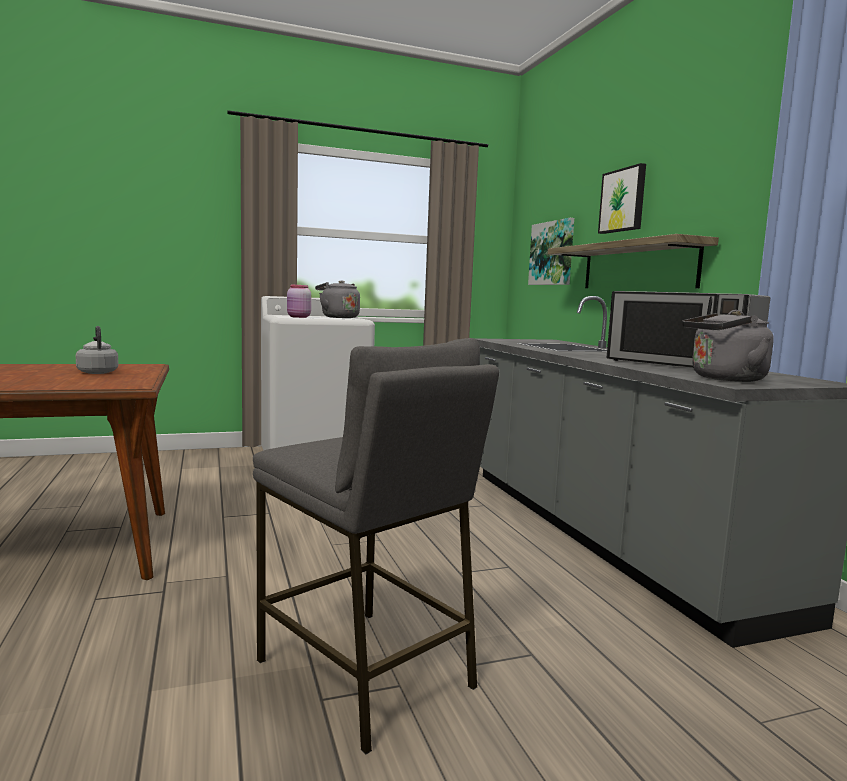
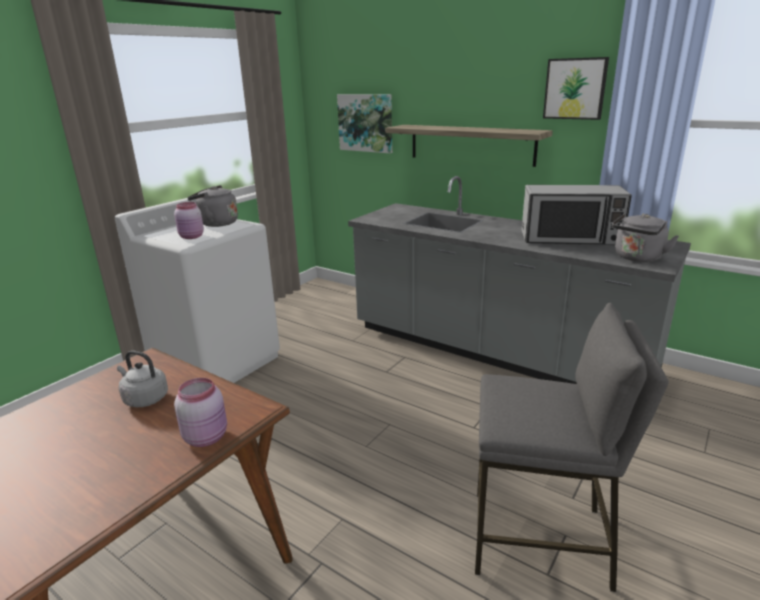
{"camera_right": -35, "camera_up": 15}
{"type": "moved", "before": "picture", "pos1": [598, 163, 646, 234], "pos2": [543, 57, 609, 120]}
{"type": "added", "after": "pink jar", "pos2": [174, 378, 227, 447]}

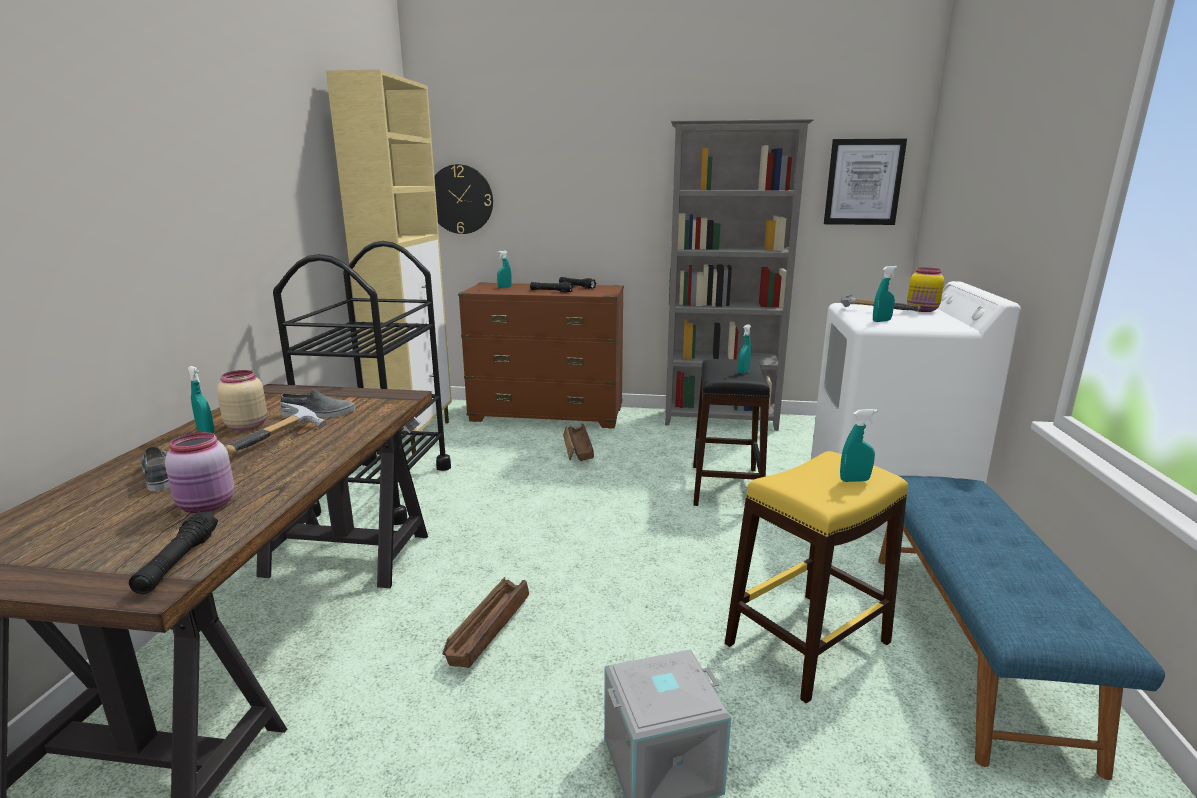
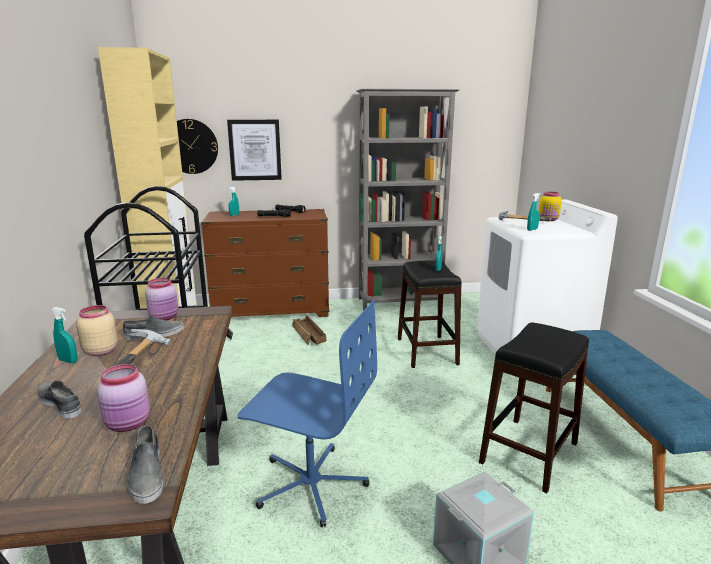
{"camera_right": -15, "camera_up": 0}
{"type": "replaced", "before": "black flashlight", "after": "grey shoe", "pos1": [129, 511, 218, 594], "pos2": [127, 425, 163, 504]}
{"type": "replaced", "before": "crate", "after": "blue office chair", "pos1": [442, 577, 529, 668], "pos2": [237, 300, 377, 527]}
{"type": "recoloured", "before": "yellow stool", "after": "black stool", "pos1": [725, 451, 908, 704], "pos2": [479, 323, 589, 493]}
{"type": "moved", "before": "picture", "pos1": [824, 139, 907, 225], "pos2": [227, 120, 282, 181]}
{"type": "removed", "before": "turquoise spray bottle", "pos1": [840, 409, 878, 482]}
{"type": "added", "after": "pink jar", "pos2": [145, 278, 178, 321]}

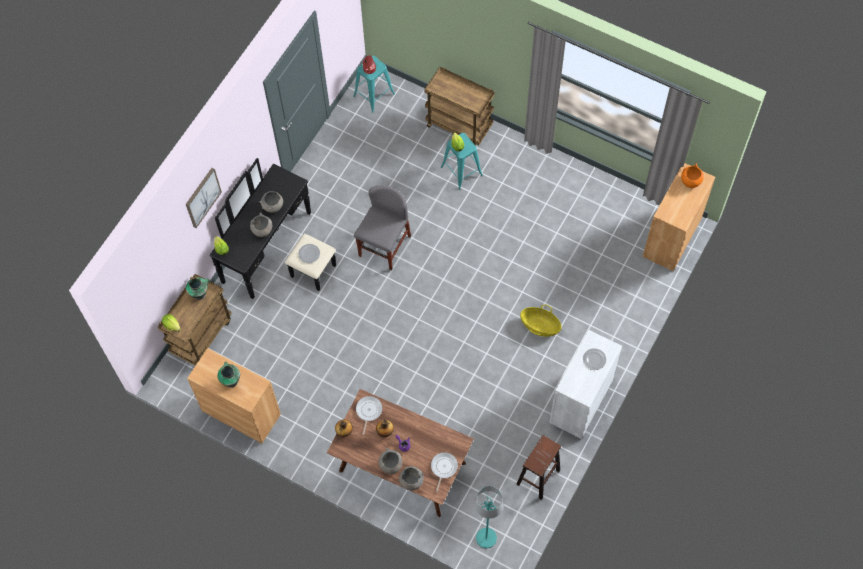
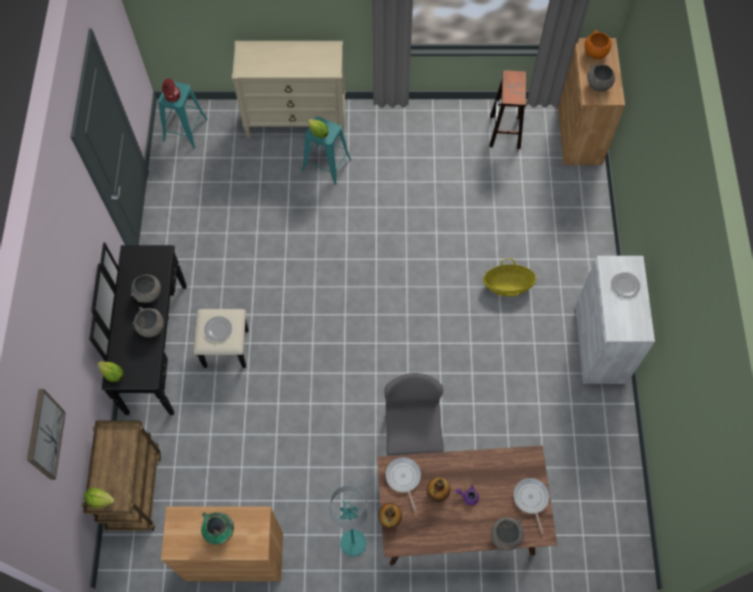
{"camera_right": -30, "camera_up": 0}
{"type": "moved", "before": "picture", "pos1": [186, 168, 222, 228], "pos2": [27, 389, 66, 480]}
{"type": "removed", "before": "vase", "pos1": [186, 277, 210, 300]}
{"type": "moved", "before": "grey chair", "pos1": [354, 186, 411, 270], "pos2": [384, 373, 444, 456]}
{"type": "moved", "before": "grey bowl", "pos1": [379, 448, 402, 474], "pos2": [587, 64, 615, 91]}
{"type": "replaced", "before": "brown cart", "after": "beige dresser", "pos1": [425, 67, 495, 146], "pos2": [232, 41, 345, 137]}
{"type": "moved", "before": "turquoise floor lamp", "pos1": [475, 486, 503, 548], "pos2": [329, 486, 368, 557]}
{"type": "moved", "before": "brown stool", "pos1": [516, 435, 561, 500], "pos2": [489, 70, 526, 149]}

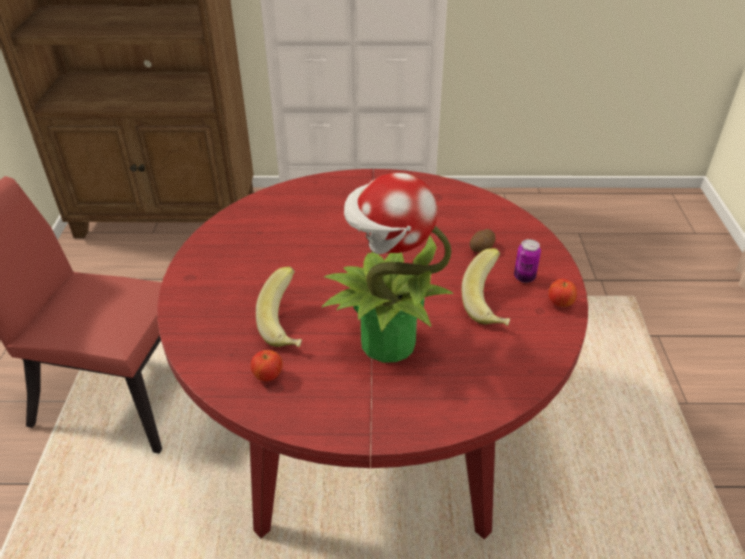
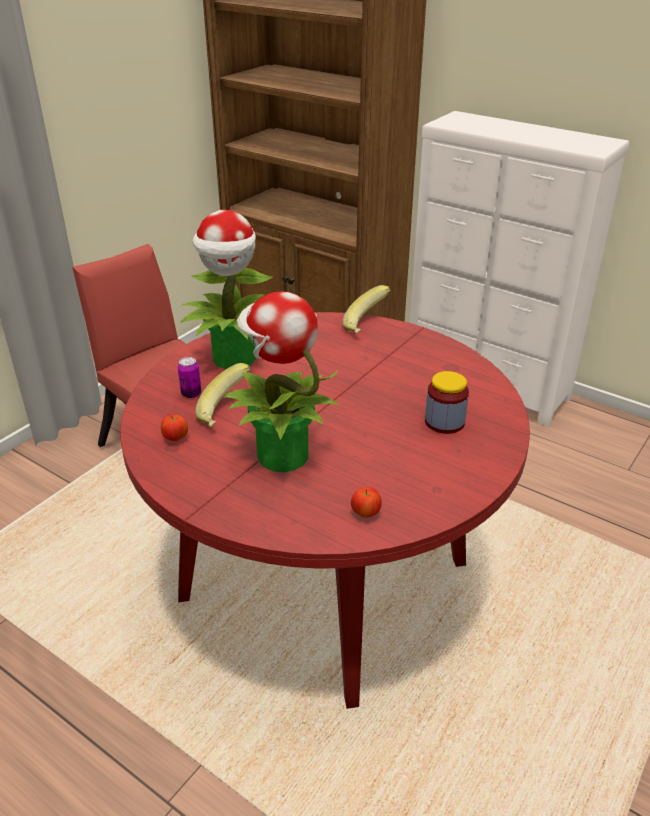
{"camera_right": 35, "camera_up": -5}
{"type": "moved", "before": "banana", "pos1": [462, 248, 510, 326], "pos2": [343, 285, 390, 333]}
{"type": "replaced", "before": "potato", "after": "jar", "pos1": [470, 229, 495, 252], "pos2": [425, 371, 469, 434]}
{"type": "moved", "before": "can", "pos1": [514, 239, 541, 283], "pos2": [178, 357, 201, 398]}
{"type": "moved", "before": "apple", "pos1": [548, 279, 577, 307], "pos2": [351, 487, 382, 518]}
{"type": "added", "after": "potted plant", "pos2": [180, 210, 273, 369]}

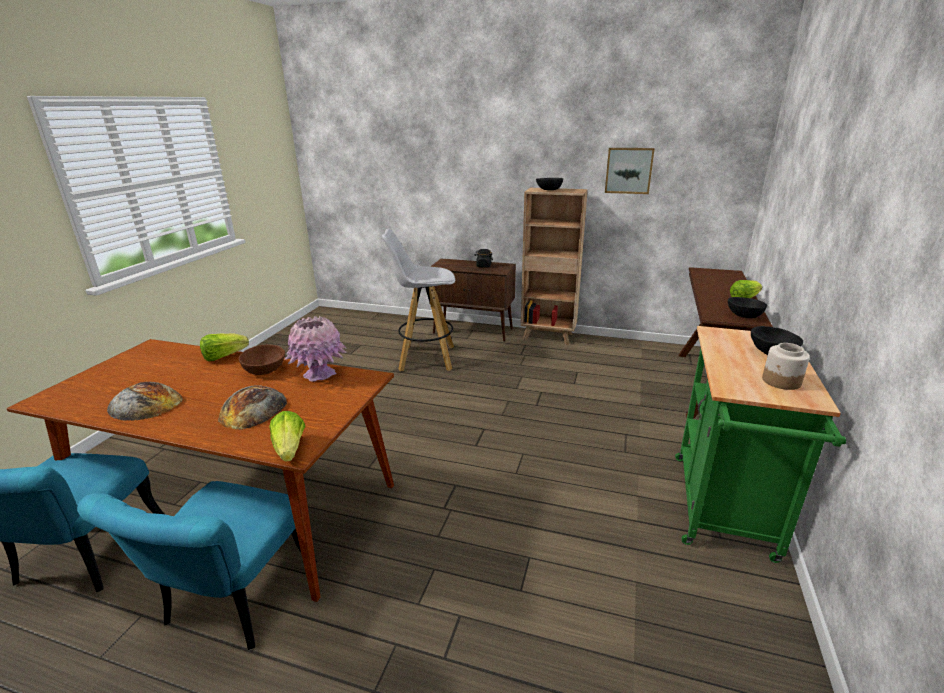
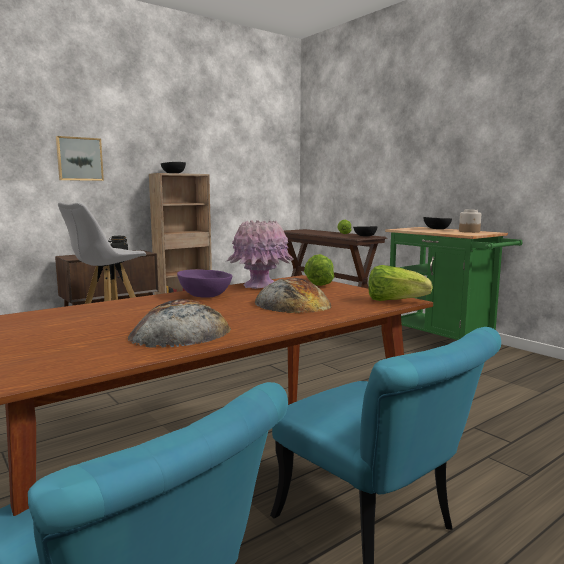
{"camera_right": -55, "camera_up": -15}
{"type": "moved", "before": "lettuce", "pos1": [200, 333, 249, 361], "pos2": [304, 254, 334, 286]}
{"type": "recoloured", "before": "brown bowl", "after": "purple bowl", "pos1": [239, 345, 285, 375], "pos2": [177, 269, 232, 298]}
{"type": "moved", "before": "picture", "pos1": [605, 148, 655, 194], "pos2": [56, 136, 104, 181]}

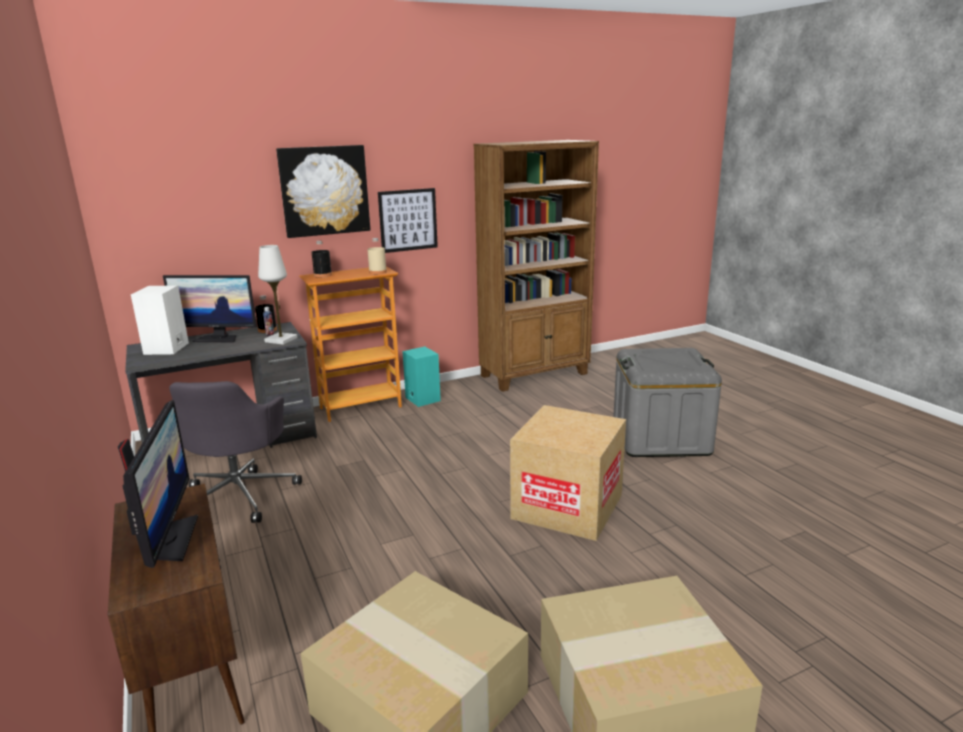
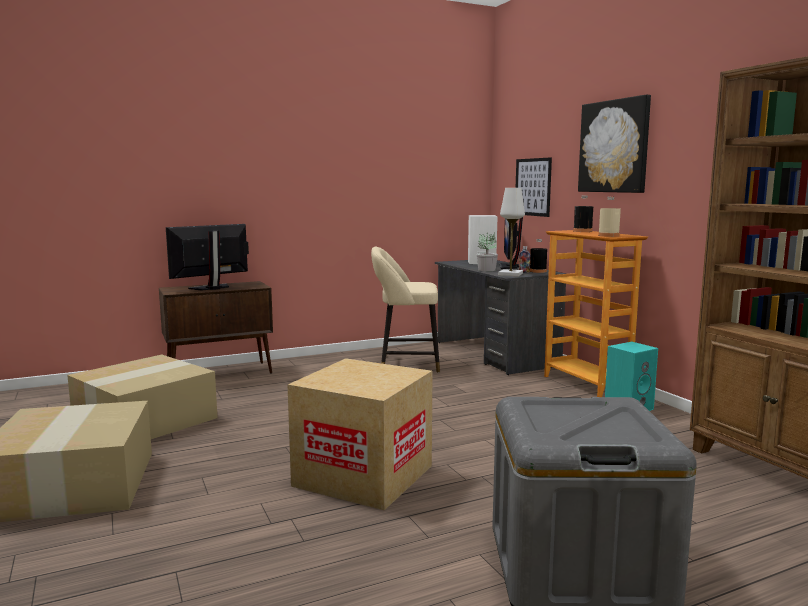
{"camera_right": 90, "camera_up": -10}
{"type": "turned", "before": "monitor", "pos1": [118, 400, 198, 568], "pos2": [166, 224, 249, 291], "turn": 150}
{"type": "replaced", "before": "grey office chair", "after": "beige stool", "pos1": [169, 381, 302, 523], "pos2": [371, 247, 440, 373]}
{"type": "moved", "before": "picture", "pos1": [378, 188, 438, 253], "pos2": [516, 157, 552, 217]}
{"type": "added", "after": "potted plant", "pos2": [477, 233, 498, 271]}

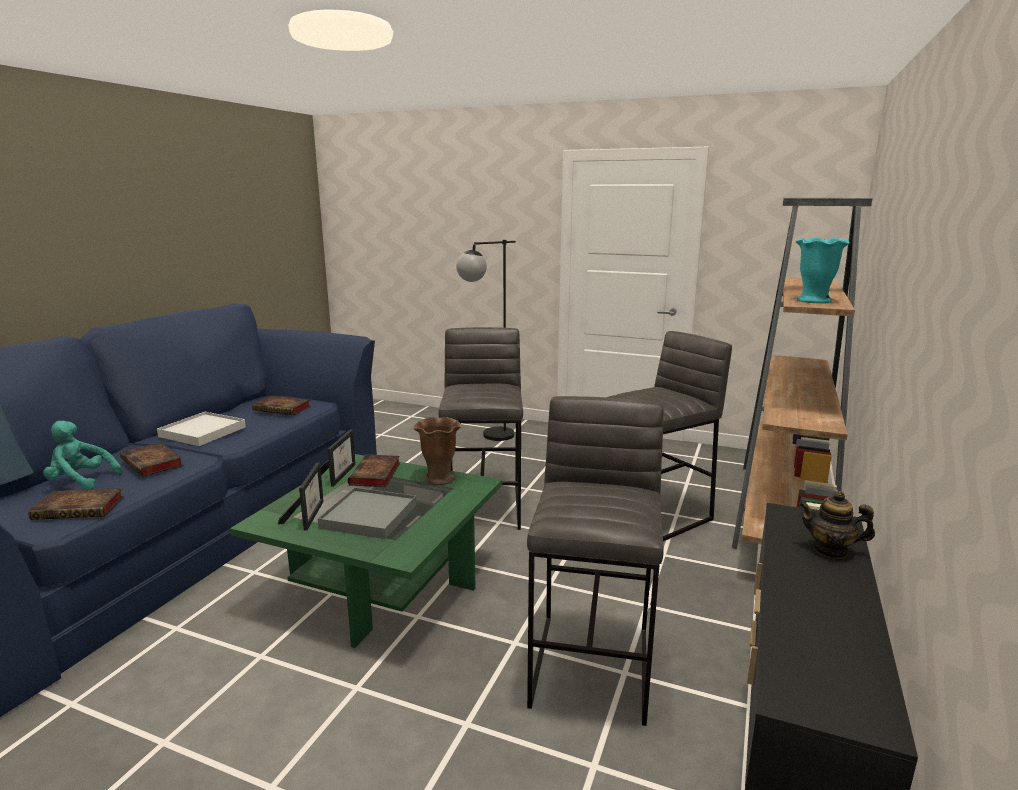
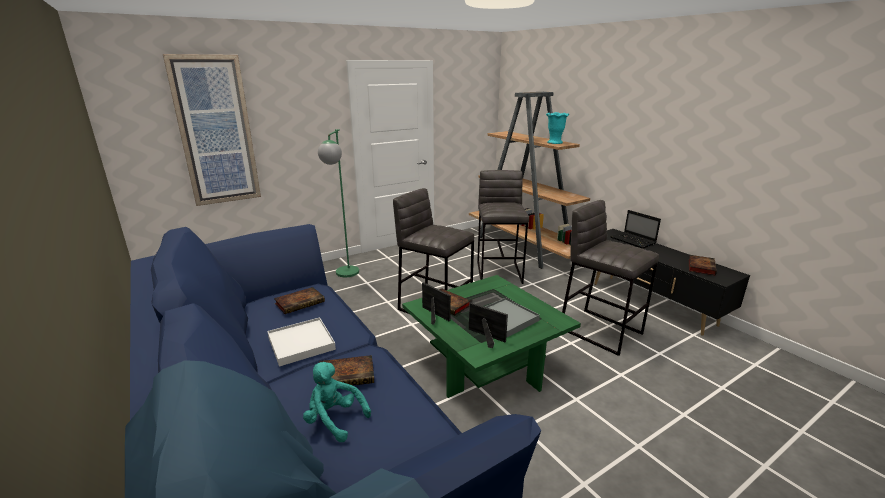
{"camera_right": -55, "camera_up": 5}
{"type": "moved", "before": "book", "pos1": [28, 488, 124, 520], "pos2": [689, 255, 717, 275]}
{"type": "turned", "before": "turquoise plush toy", "pos1": [43, 421, 122, 490], "pos2": [303, 362, 371, 442], "turn": 75}
{"type": "removed", "before": "brown vase", "pos1": [414, 417, 461, 485]}
{"type": "recoloured", "before": "black floor lamp", "after": "green floor lamp", "pos1": [456, 240, 516, 441], "pos2": [318, 129, 359, 277]}
{"type": "replaced", "before": "teapot", "after": "laptop", "pos1": [798, 491, 875, 559], "pos2": [610, 210, 661, 249]}
{"type": "added", "after": "picture", "pos2": [163, 54, 261, 206]}

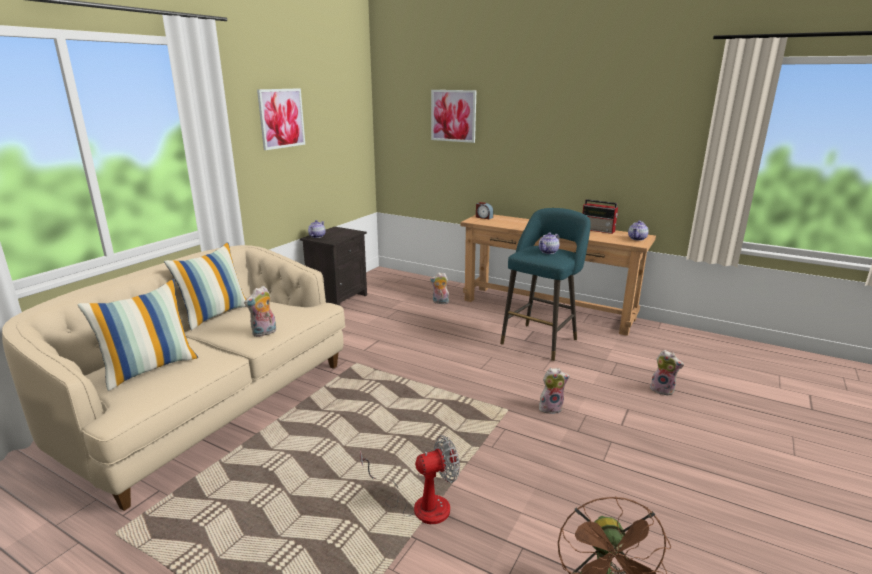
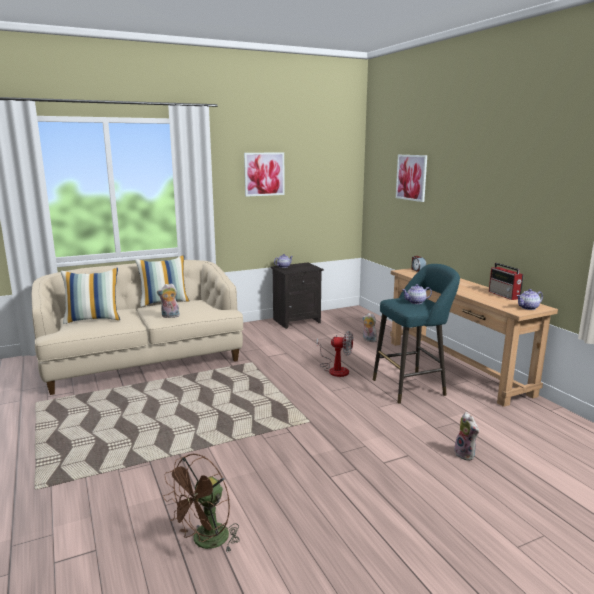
{"camera_right": 35, "camera_up": -5}
{"type": "moved", "before": "fan", "pos1": [360, 435, 460, 524], "pos2": [317, 331, 353, 377]}
{"type": "removed", "before": "plush toy", "pos1": [539, 368, 570, 414]}

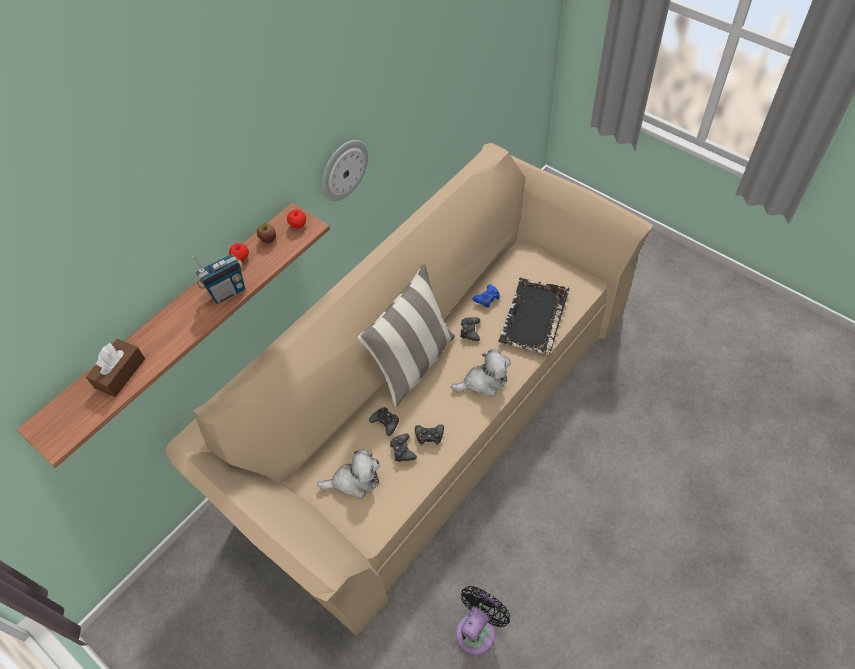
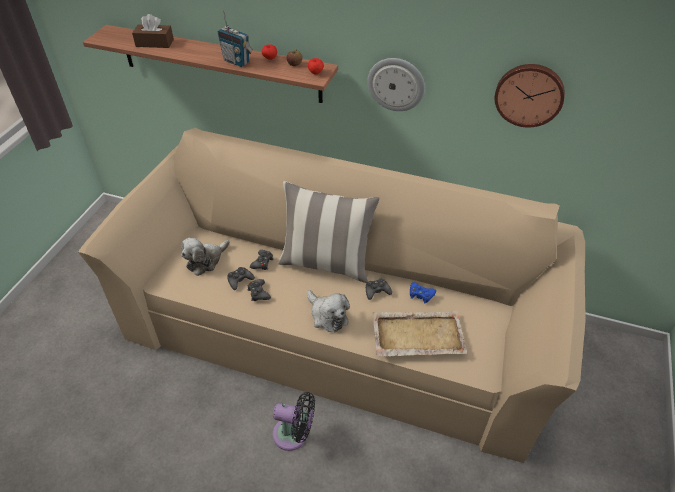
{"camera_right": 65, "camera_up": -10}
{"type": "turned", "before": "plush toy", "pos1": [317, 449, 380, 499], "pos2": [182, 238, 230, 276], "turn": 75}
{"type": "moved", "before": "black fan", "pos1": [456, 586, 510, 655], "pos2": [273, 392, 315, 451]}
{"type": "recoloured", "before": "black tray", "after": "beige tray", "pos1": [498, 278, 570, 355], "pos2": [372, 310, 467, 357]}
{"type": "added", "after": "wall clock", "pos2": [495, 64, 565, 128]}

